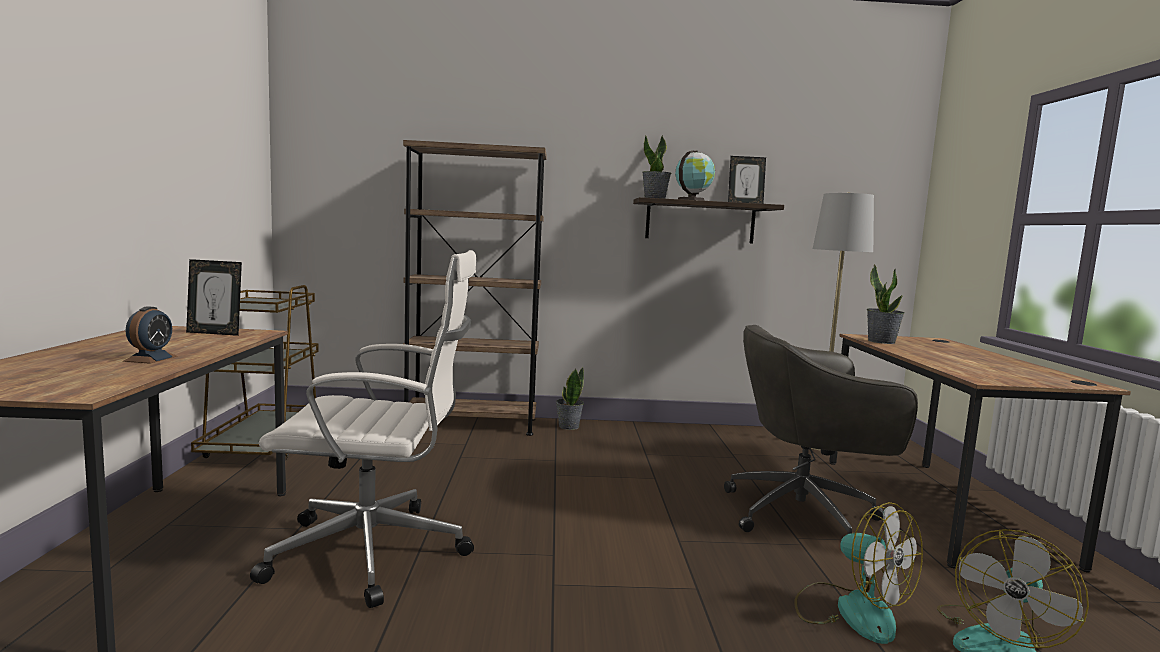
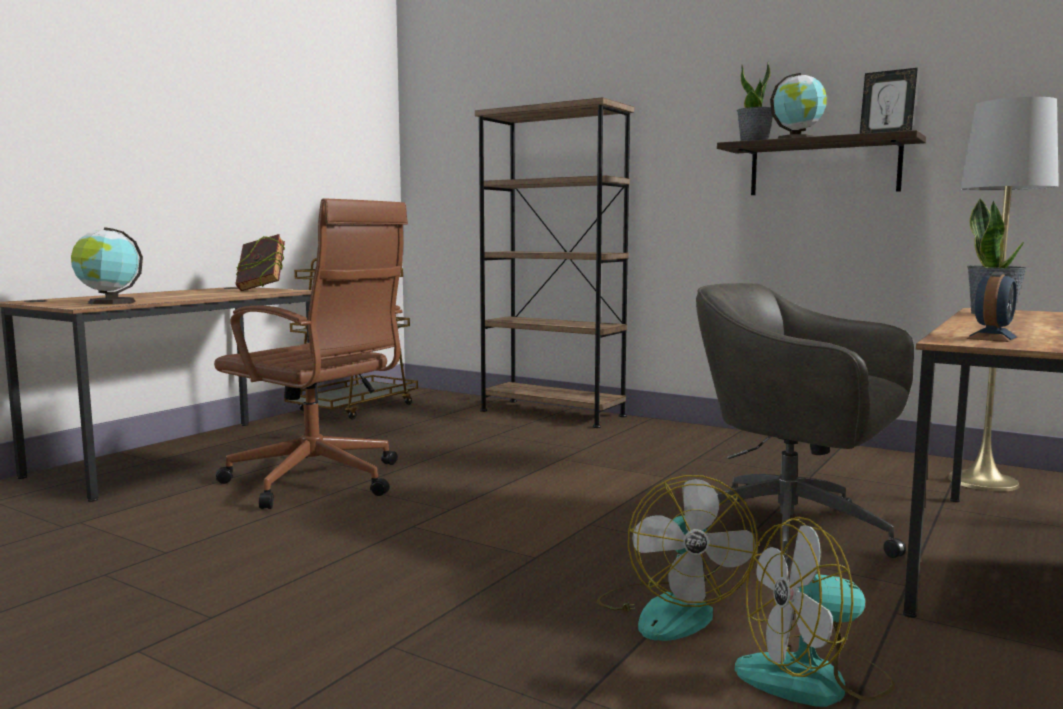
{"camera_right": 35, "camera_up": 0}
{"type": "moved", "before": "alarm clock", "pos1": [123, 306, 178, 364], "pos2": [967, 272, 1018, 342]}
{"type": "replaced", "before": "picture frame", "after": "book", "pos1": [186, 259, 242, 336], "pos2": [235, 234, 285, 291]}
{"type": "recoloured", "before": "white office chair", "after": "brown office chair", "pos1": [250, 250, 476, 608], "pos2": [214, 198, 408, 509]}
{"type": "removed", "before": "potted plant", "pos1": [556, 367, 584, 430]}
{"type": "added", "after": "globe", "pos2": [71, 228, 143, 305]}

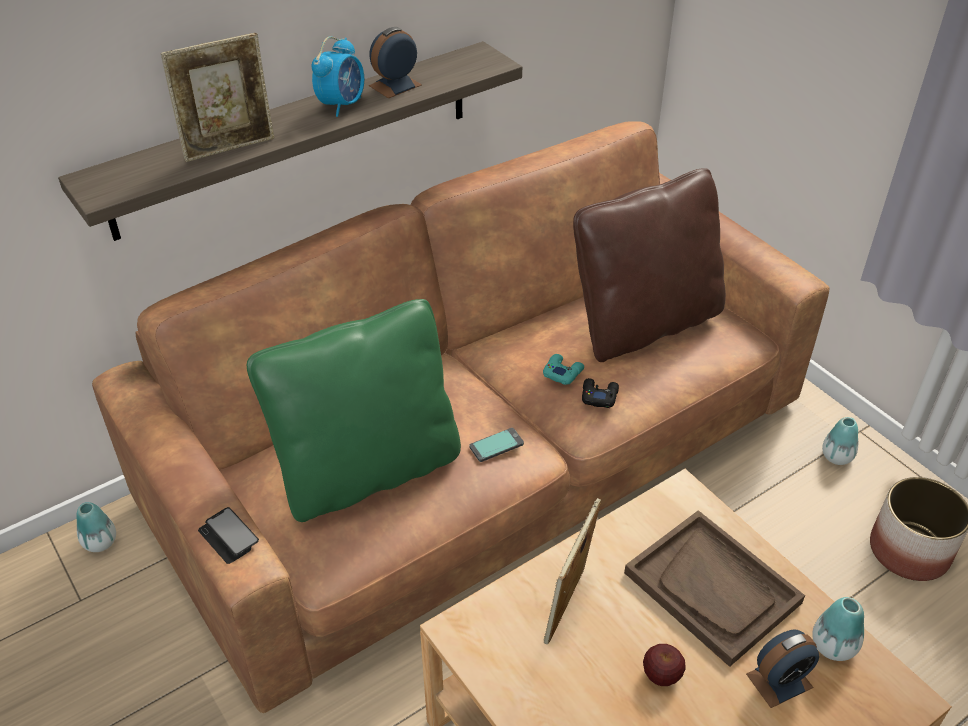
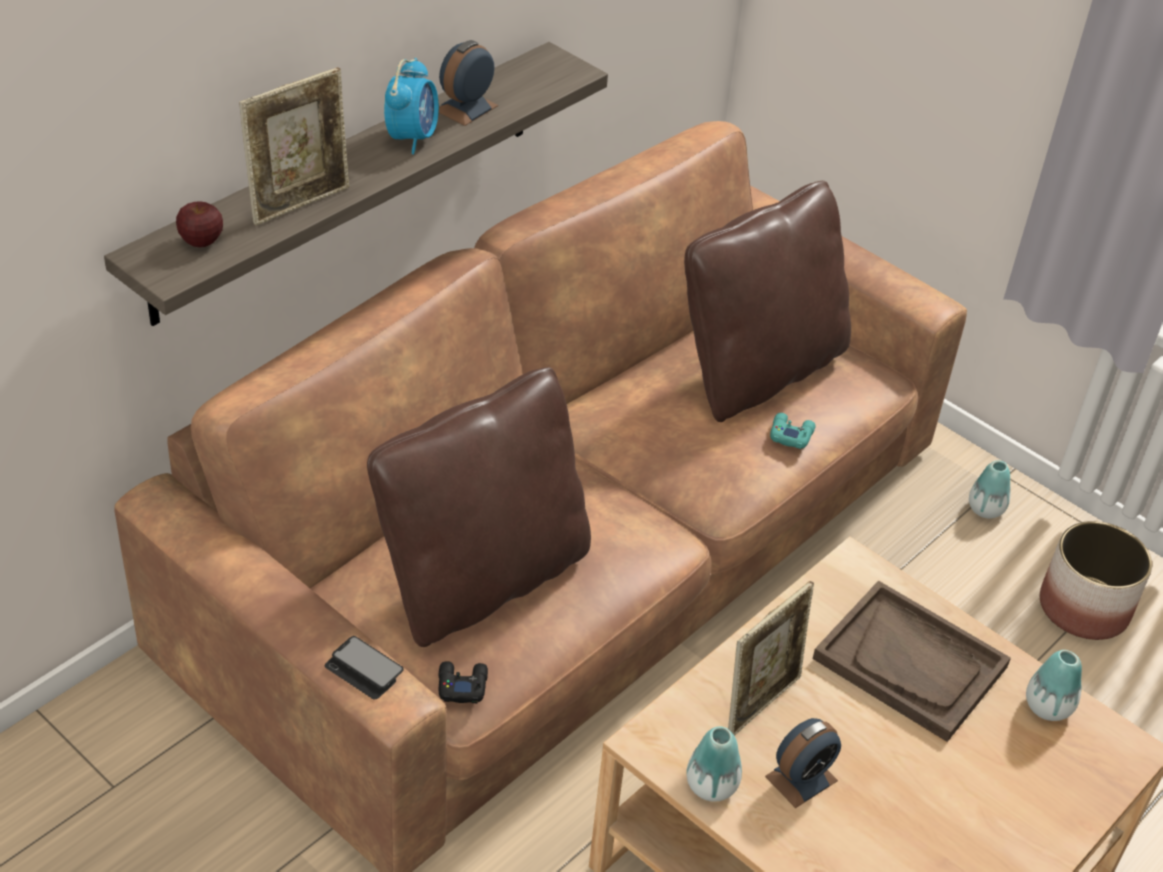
{"camera_right": -15, "camera_up": 0}
{"type": "moved", "before": "vase", "pos1": [76, 502, 116, 552], "pos2": [686, 727, 742, 802]}
{"type": "recoloured", "before": "green pillow", "after": "brown pillow", "pos1": [247, 299, 461, 522], "pos2": [367, 367, 591, 647]}
{"type": "removed", "before": "phone", "pos1": [469, 428, 524, 462]}
{"type": "moved", "before": "turquoise game controller", "pos1": [543, 354, 584, 385], "pos2": [770, 413, 815, 449]}
{"type": "turned", "before": "picture frame", "pos1": [543, 498, 601, 644], "pos2": [728, 581, 814, 736], "turn": -150}
{"type": "moved", "before": "black game controller", "pos1": [582, 378, 619, 408], "pos2": [439, 661, 488, 703]}
{"type": "moved", "before": "apple", "pos1": [643, 644, 686, 686], "pos2": [176, 201, 223, 247]}
{"type": "moved", "before": "alarm clock", "pos1": [746, 629, 819, 708], "pos2": [765, 718, 841, 808]}

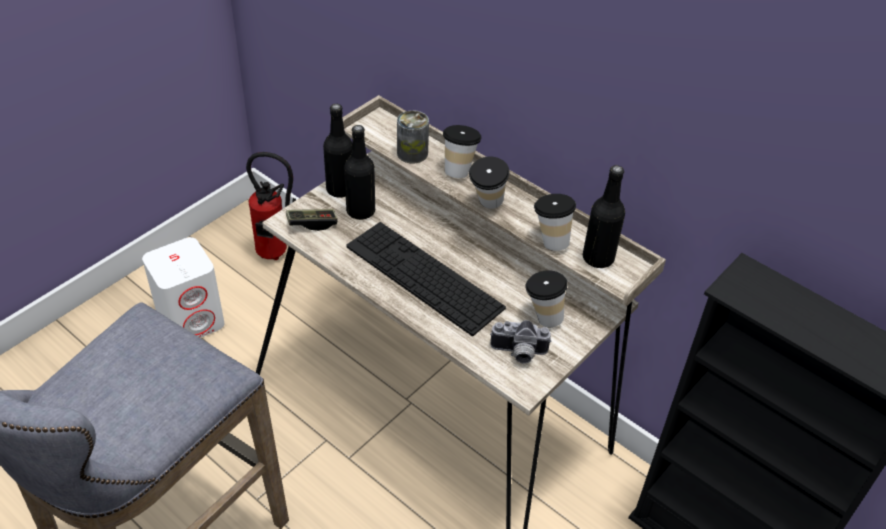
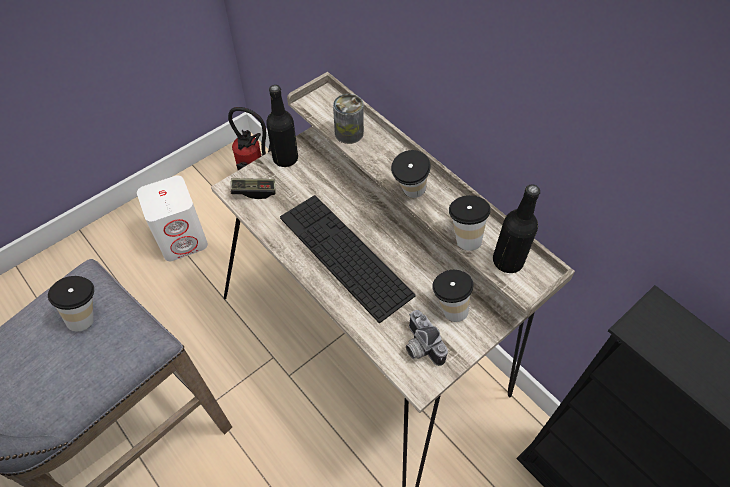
{"camera_right": 10, "camera_up": 10}
{"type": "removed", "before": "black bottle", "pos1": [344, 125, 375, 220]}
{"type": "moved", "before": "cup", "pos1": [443, 125, 482, 178], "pos2": [48, 276, 94, 332]}
{"type": "turned", "before": "photo camera", "pos1": [490, 320, 552, 364], "pos2": [406, 310, 448, 366], "turn": 45}

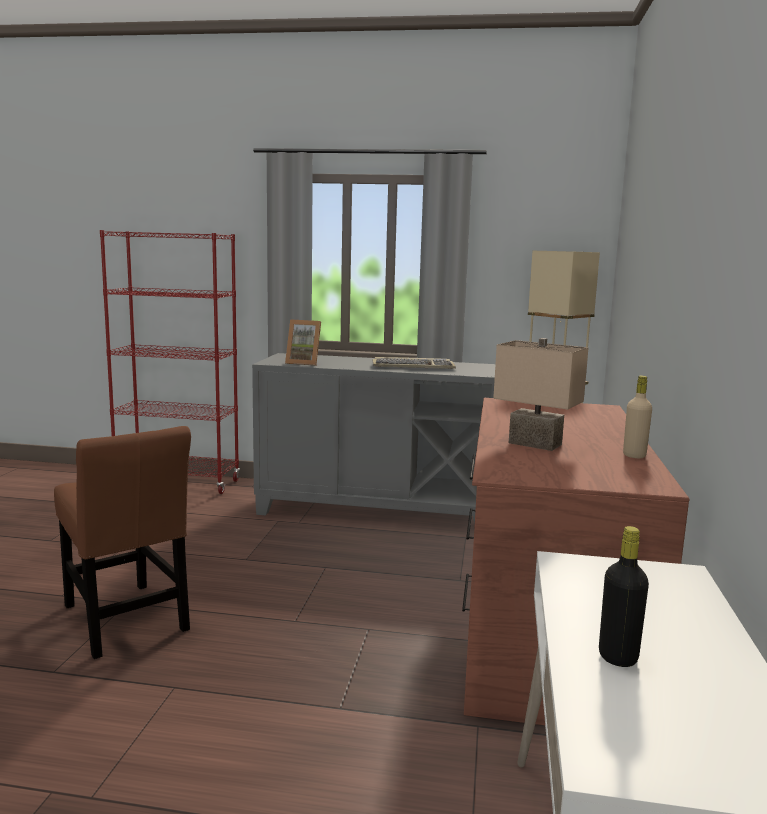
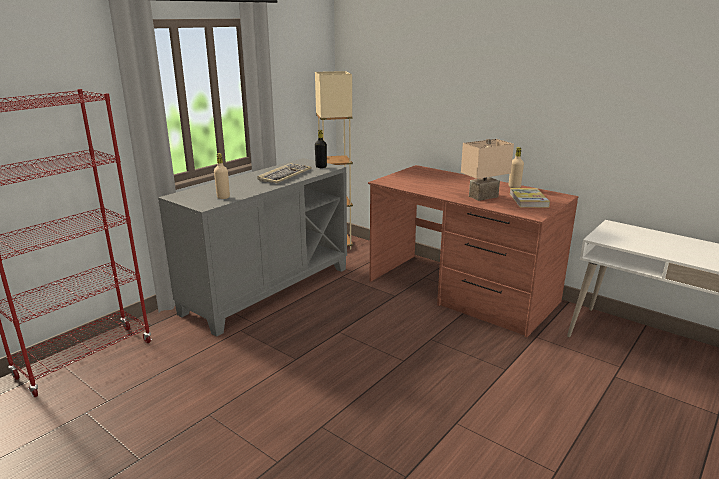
{"camera_right": -60, "camera_up": 10}
{"type": "removed", "before": "brown chair", "pos1": [54, 426, 191, 659]}
{"type": "replaced", "before": "picture frame", "after": "beige bottle", "pos1": [285, 319, 321, 366], "pos2": [214, 153, 230, 199]}
{"type": "moved", "before": "black bottle", "pos1": [599, 526, 649, 667], "pos2": [315, 130, 327, 168]}
{"type": "added", "after": "book", "pos2": [509, 188, 550, 208]}

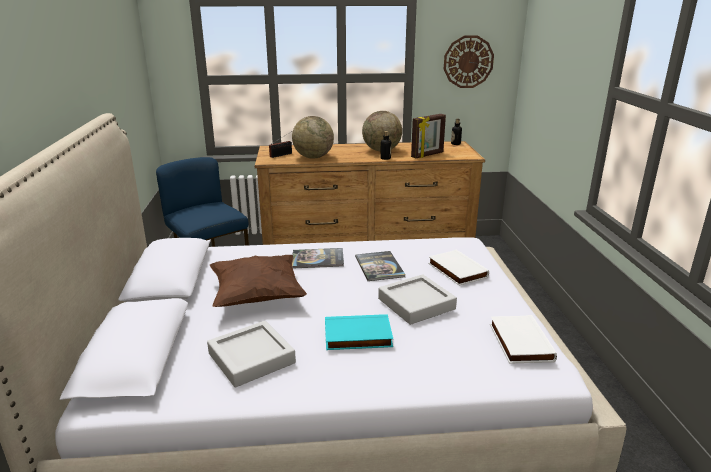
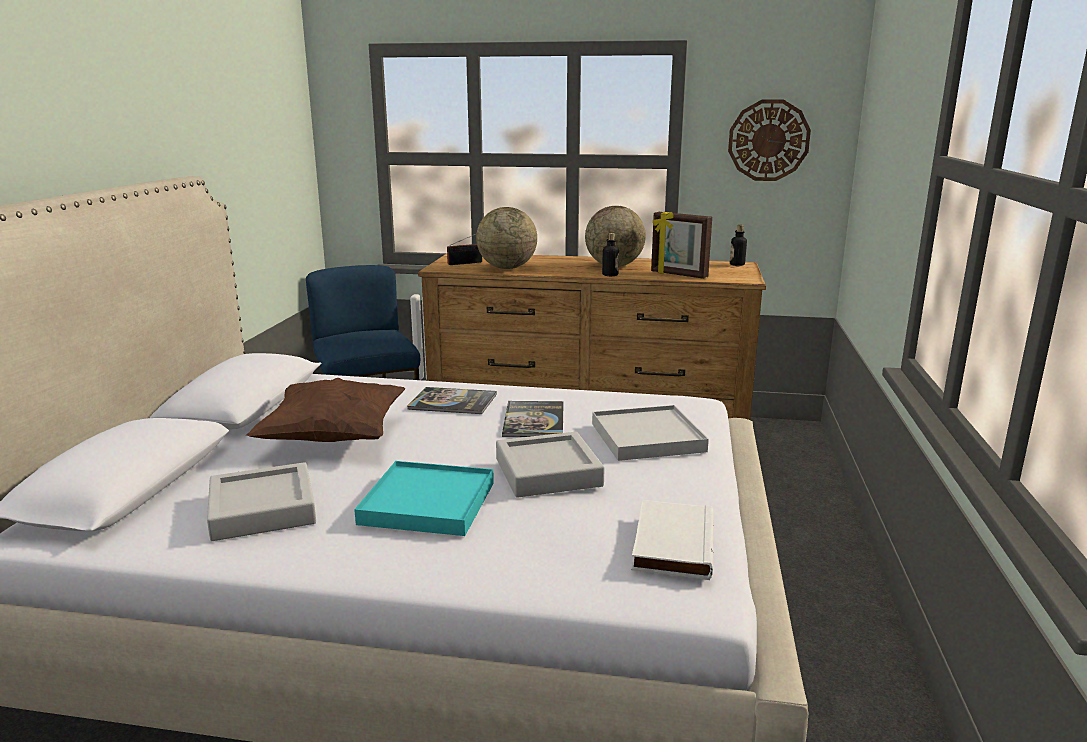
{"camera_right": 15, "camera_up": -5}
{"type": "replaced", "before": "turquoise book", "after": "turquoise tray", "pos1": [325, 314, 393, 350], "pos2": [354, 461, 494, 536]}
{"type": "turned", "before": "picture frame", "pos1": [411, 114, 446, 158], "pos2": [651, 212, 712, 279], "turn": 60}
{"type": "replaced", "before": "white book", "after": "white tray", "pos1": [428, 250, 489, 286], "pos2": [592, 405, 709, 461]}

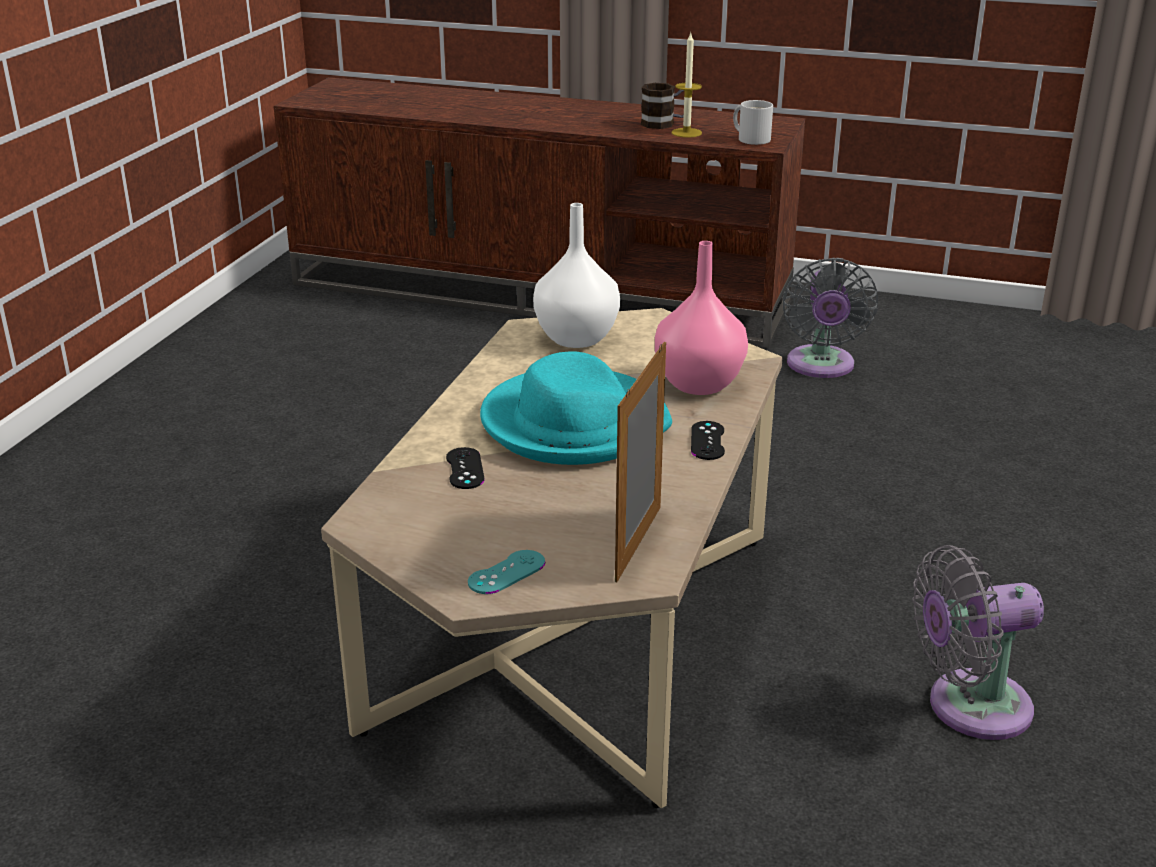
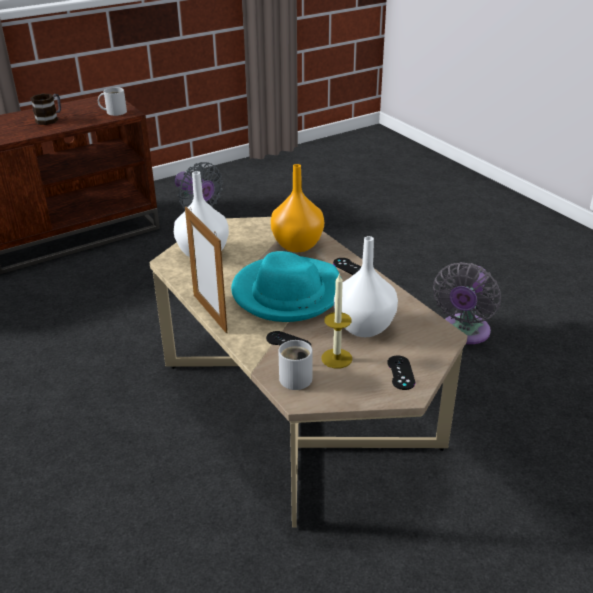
{"camera_right": -50, "camera_up": 5}
{"type": "recoloured", "before": "turquoise game controller", "after": "black game controller", "pos1": [468, 550, 545, 594], "pos2": [387, 356, 415, 390]}
{"type": "moved", "before": "picture frame", "pos1": [615, 342, 666, 582], "pos2": [185, 207, 227, 334]}
{"type": "recoloured", "before": "pink vase", "after": "orange vase", "pos1": [655, 241, 748, 395], "pos2": [271, 164, 324, 252]}
{"type": "moved", "before": "candle", "pos1": [672, 33, 702, 138], "pos2": [322, 274, 352, 368]}
{"type": "added", "after": "white mug", "pos2": [278, 340, 313, 390]}
{"type": "added", "after": "white vase", "pos2": [334, 236, 398, 337]}

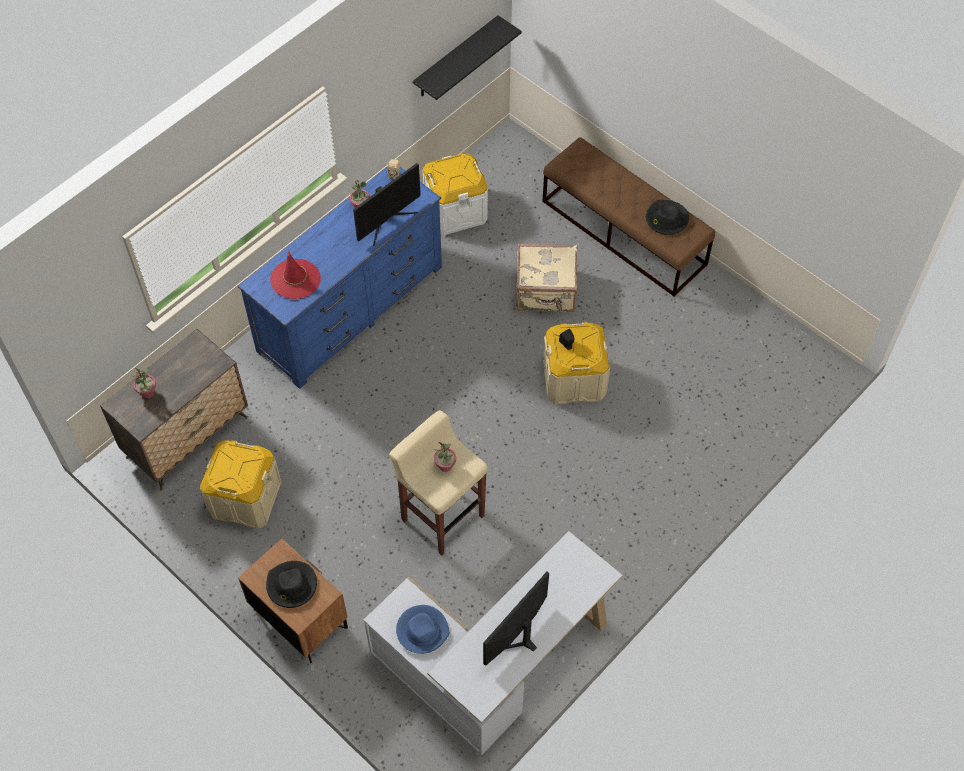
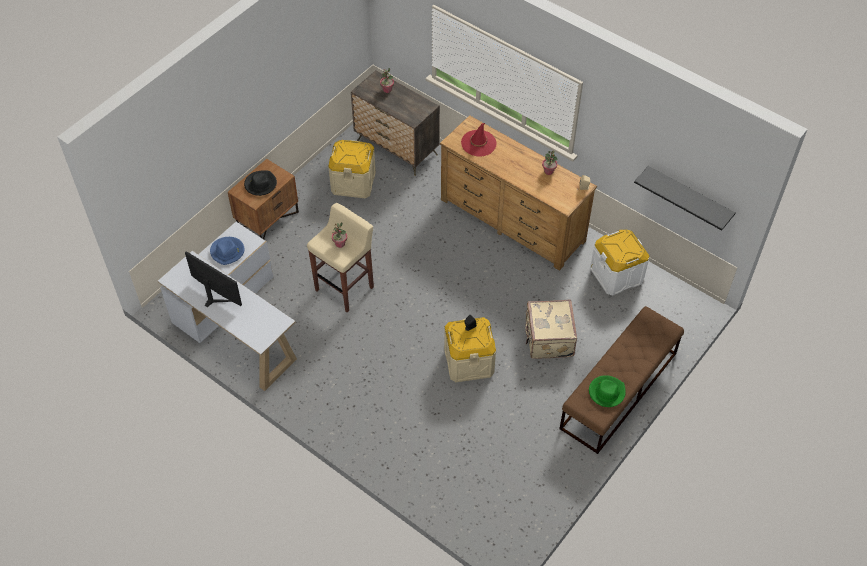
{"camera_right": 85, "camera_up": -5}
{"type": "recoloured", "before": "blue dresser", "after": "brown dresser", "pos1": [238, 167, 442, 389], "pos2": [440, 115, 597, 271]}
{"type": "removed", "before": "monitor", "pos1": [353, 163, 421, 246]}
{"type": "recoloured", "before": "black hat", "after": "green hat", "pos1": [646, 200, 689, 235], "pos2": [589, 375, 626, 407]}

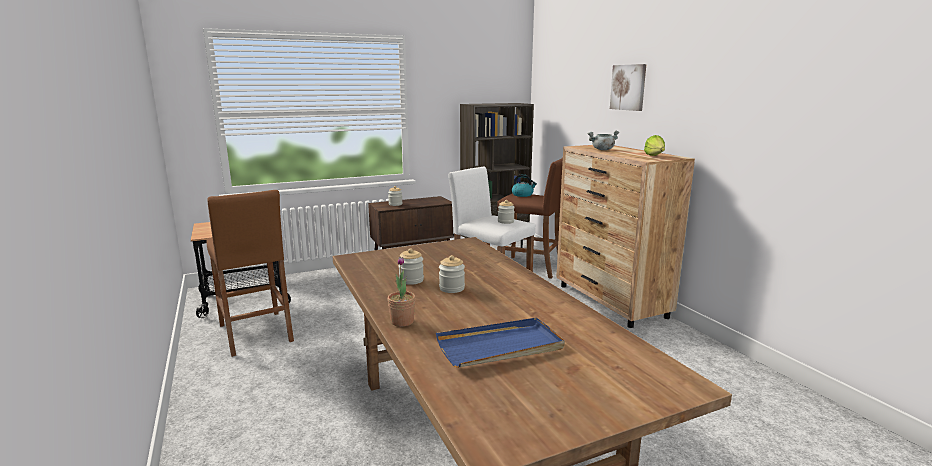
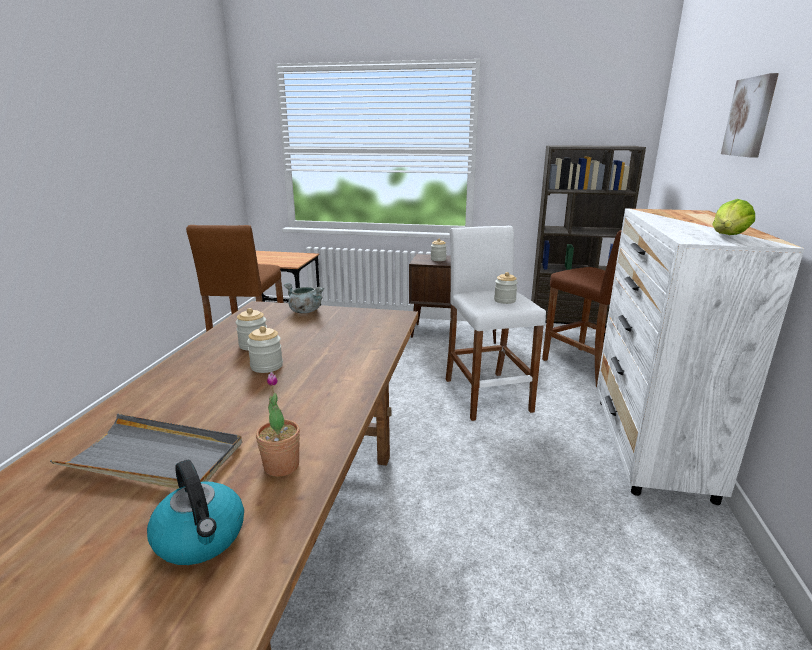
{"camera_right": 35, "camera_up": 5}
{"type": "moved", "before": "potted plant", "pos1": [387, 256, 415, 327], "pos2": [256, 372, 300, 477]}
{"type": "recoloured", "before": "blue tray", "after": "grey tray", "pos1": [436, 318, 565, 368], "pos2": [50, 414, 242, 489]}
{"type": "moved", "before": "kettle", "pos1": [512, 174, 537, 197], "pos2": [147, 460, 244, 565]}
{"type": "recoloured", "before": "brown dresser", "after": "white dresser", "pos1": [556, 145, 695, 328], "pos2": [597, 208, 804, 505]}
{"type": "moved", "before": "grey cooking pot", "pos1": [588, 131, 619, 150], "pos2": [284, 283, 324, 314]}

